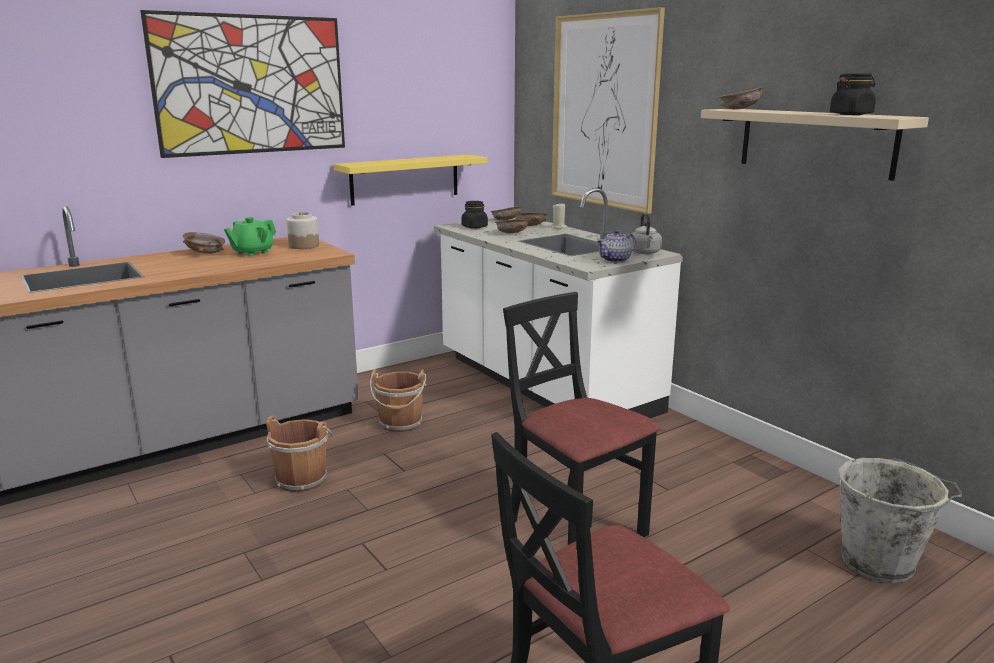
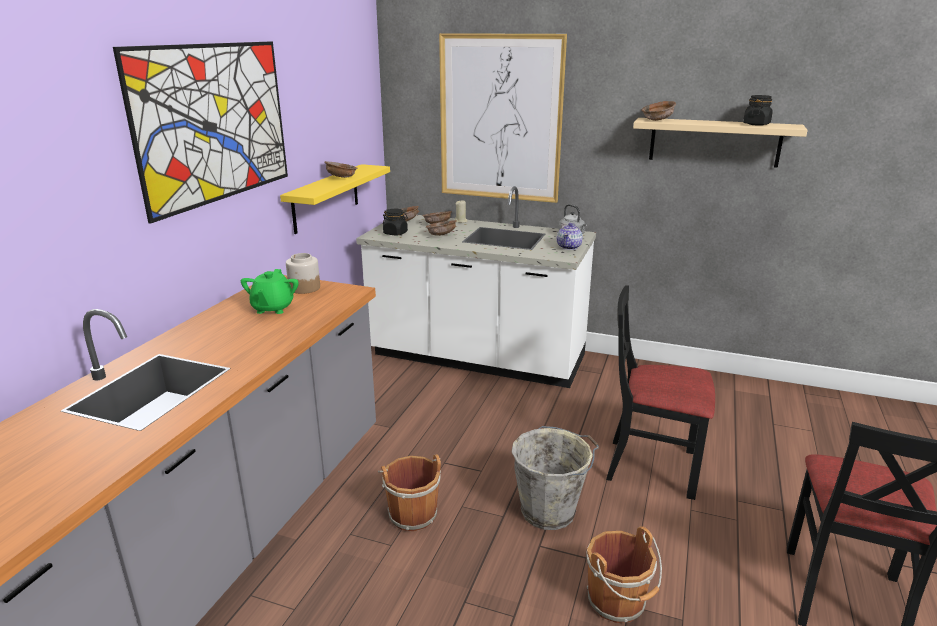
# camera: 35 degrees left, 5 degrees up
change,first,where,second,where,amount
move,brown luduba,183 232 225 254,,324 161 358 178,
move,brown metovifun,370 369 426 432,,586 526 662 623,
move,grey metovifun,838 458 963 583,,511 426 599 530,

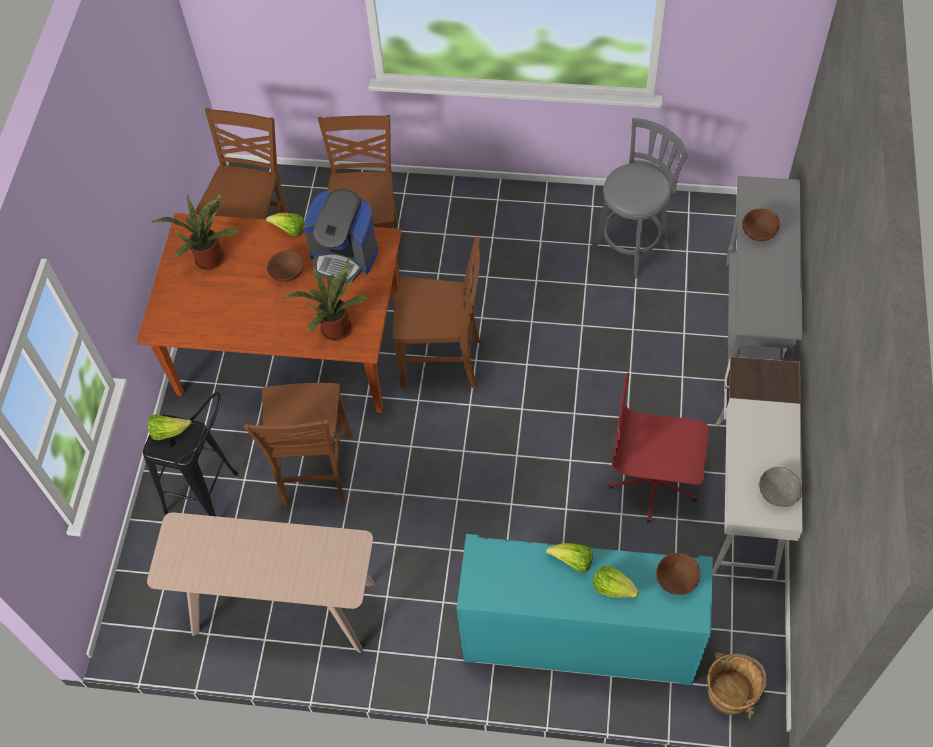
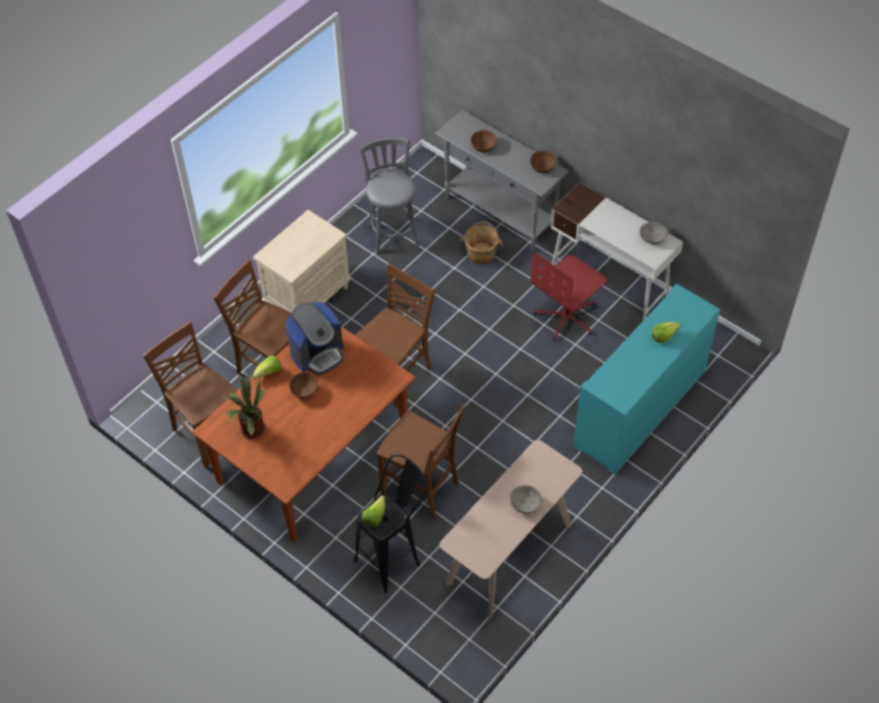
# camera: 60 degrees left, 5 degrees down
change,first,where,second,where,amount
delete,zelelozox,283 258 369 341,,,
delete,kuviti,546 543 593 573,,,
move,brown luduba,656 553 700 595,,530 150 557 173,
move,brown metovifun,707 652 767 719,,460 221 504 264,
insert,,,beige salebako,253 210 352 313,
insert,,,grey luduba,510 485 542 514,

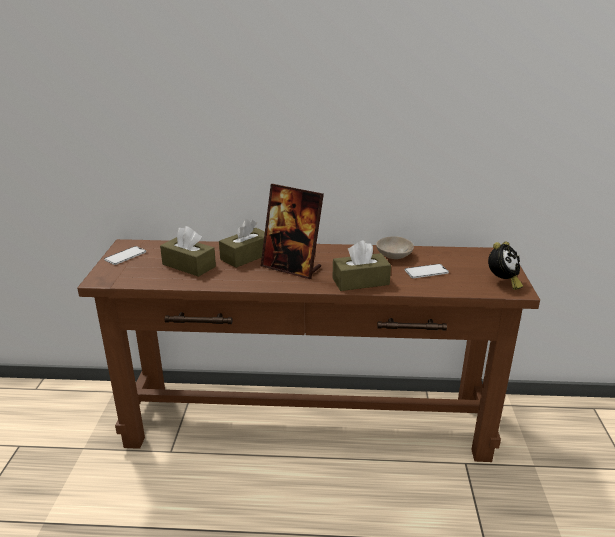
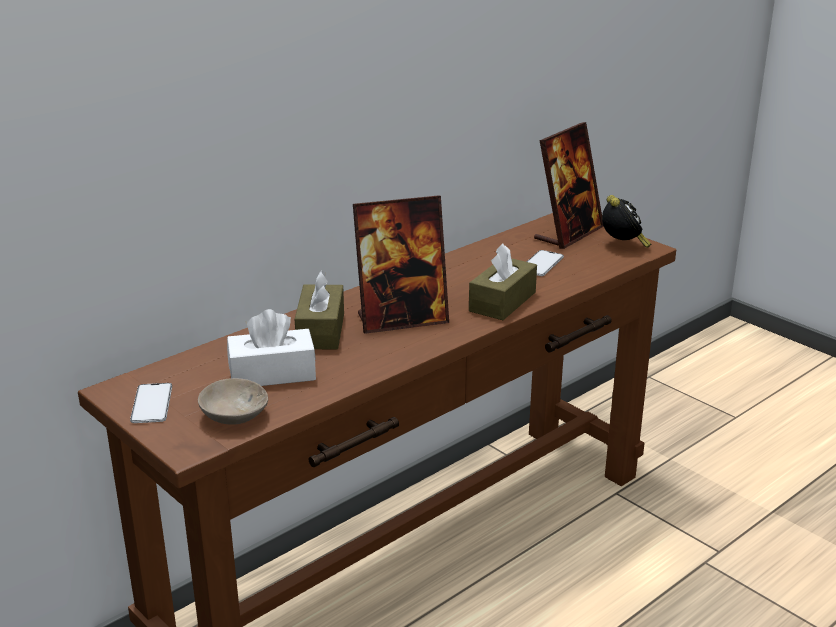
# camera: 45 degrees left, 0 degrees up
change,first,where,second,where,amount
recolor,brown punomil,160 226 216 277,white punomil,227 309 316 386,
move,beige luduba,376 236 414 259,,198 378 268 425,
insert,,,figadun,534 122 604 249,

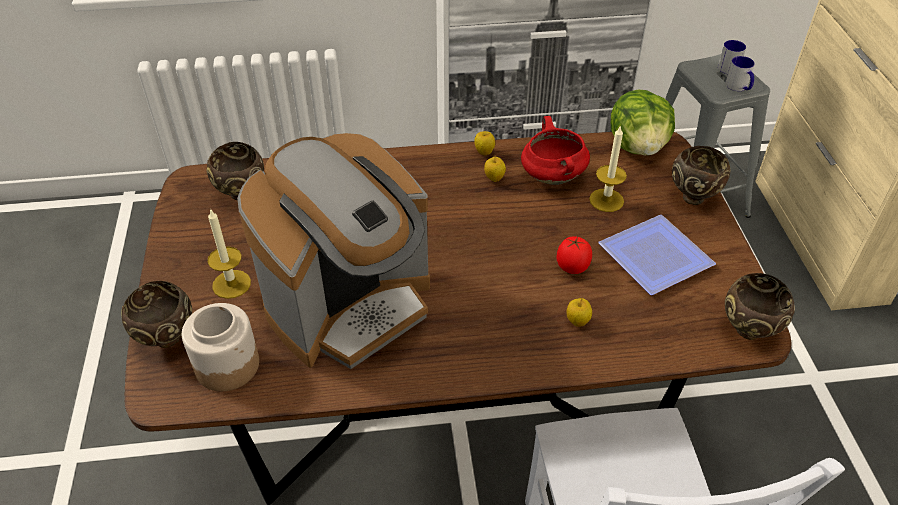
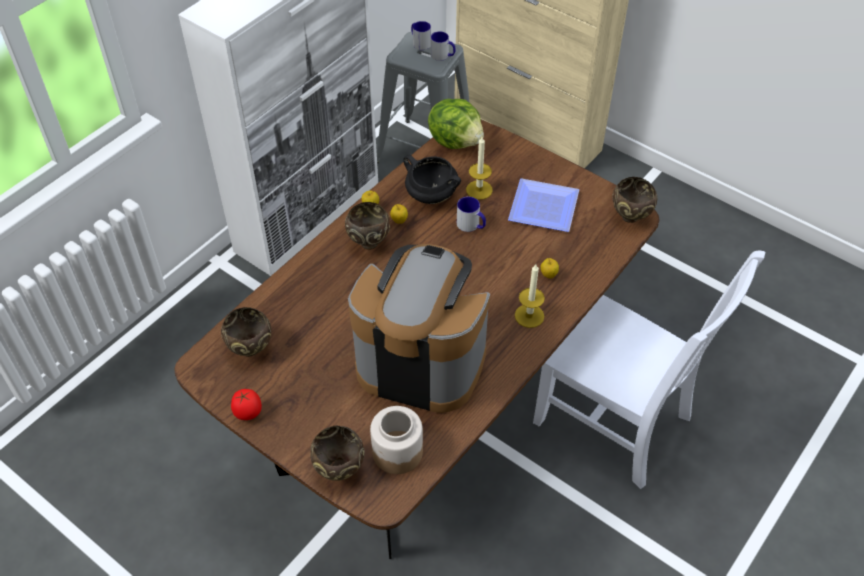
# camera: 45 degrees left, 5 degrees up
change,first,where,second,where,amount
move,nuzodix,208 208 251 299,,515 264 545 328,
rotate,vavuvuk,237 133 430 369,,348 244 490 413,75 degrees counterclockwise
recolor,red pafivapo,521 116 590 185,black pafivapo,403 155 461 204,
move,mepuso,557 236 592 274,,231 389 262 420,
move,brown luduba,672 146 730 205,,345 202 390 250,
insert,,,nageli,457 197 486 232,

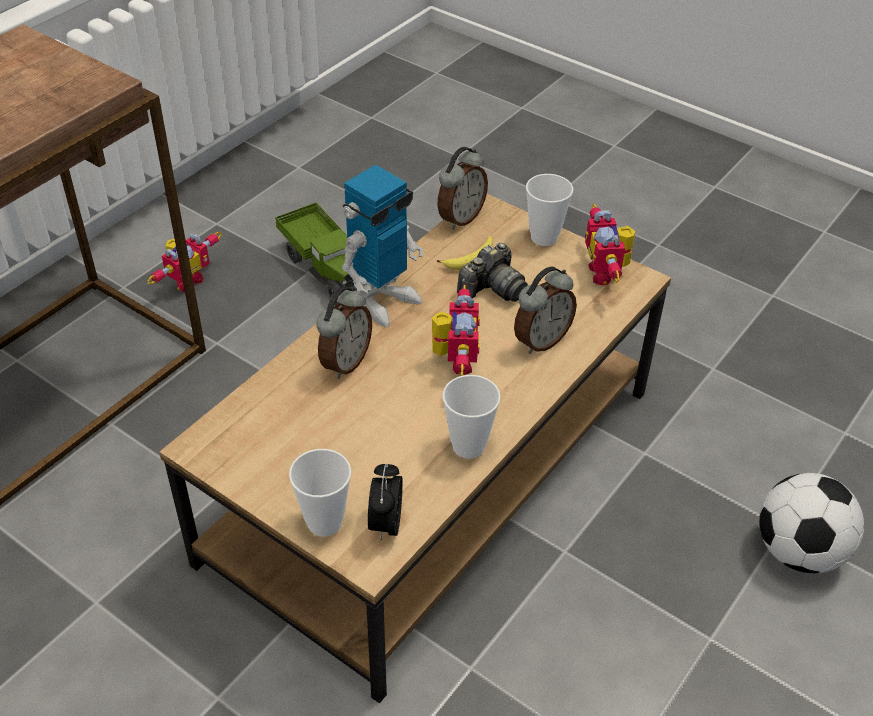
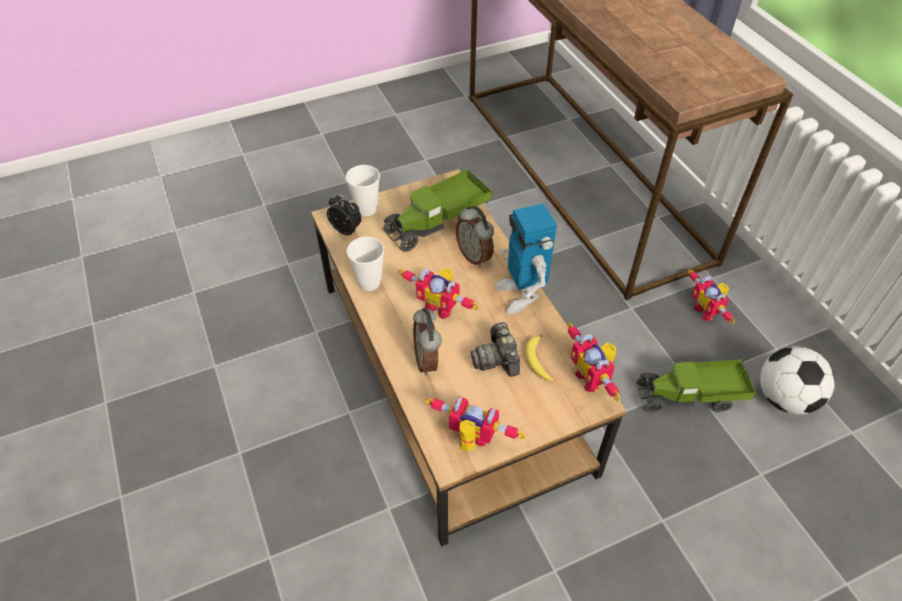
# camera: 120 degrees right, 5 degrees up
change,first,where,second,where,amount
replace,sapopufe,438 147 488 230,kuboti,567 322 620 402,
delete,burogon,526 174 573 246,,,
move,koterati,759 473 864 573,,760 346 835 414,
insert,,,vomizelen,382 169 492 252,

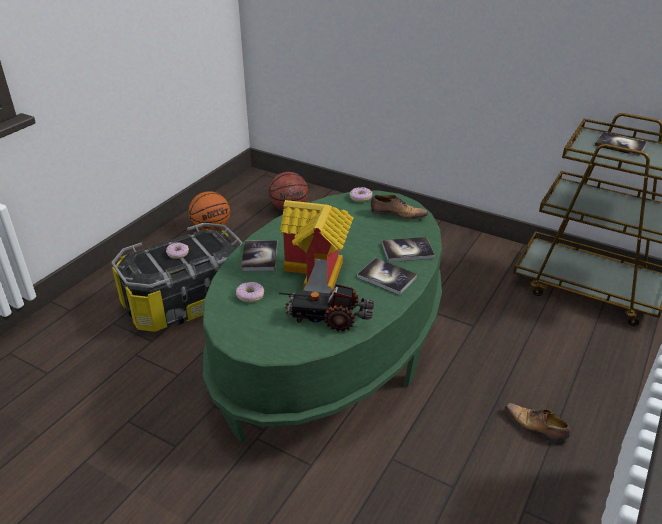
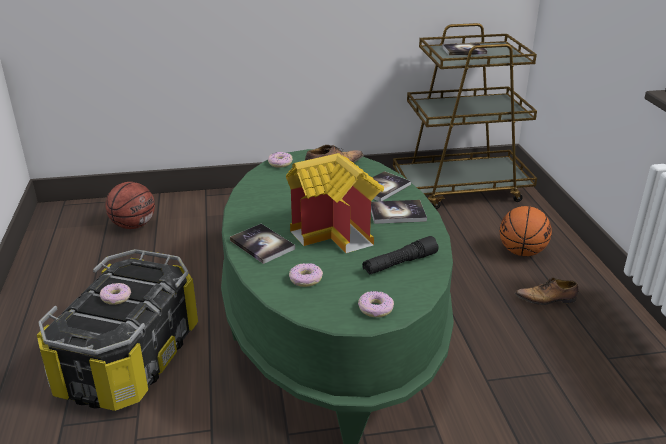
# camera: 40 degrees left, 5 degrees down
change,first,where,second,where,amount
move,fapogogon,189 191 230 231,,500 206 552 256,
replace,vomizelen,279 284 374 331,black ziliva,362 236 438 275,
insert,,,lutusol,358 291 394 317,

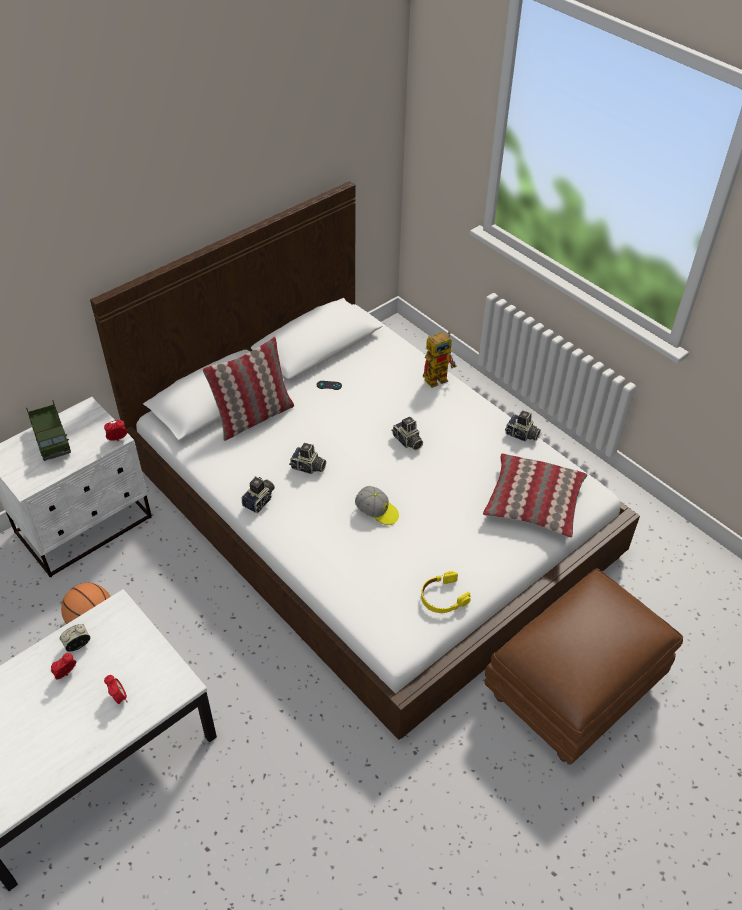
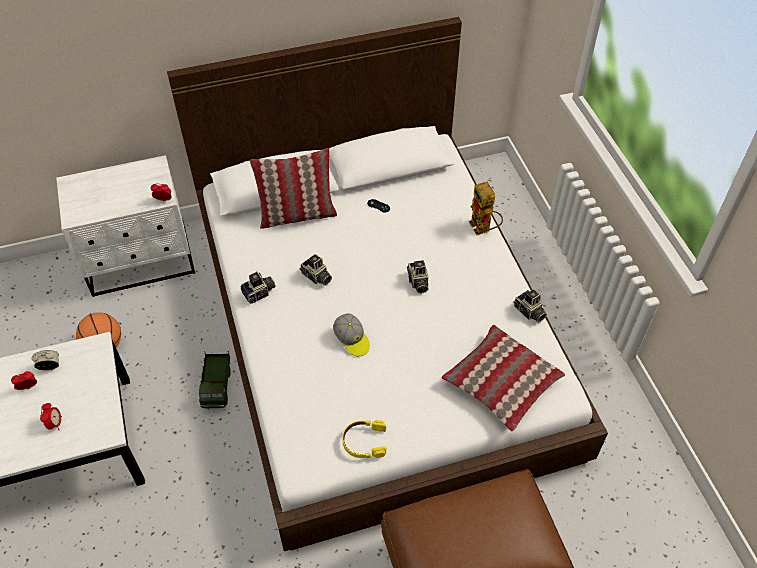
# camera: 25 degrees right, 5 degrees up
change,first,where,second,where,amount
move,vomizelen,26 400 71 461,,199 351 230 408,
rotate,kuboti,423 332 457 388,,469 182 503 235,75 degrees clockwise

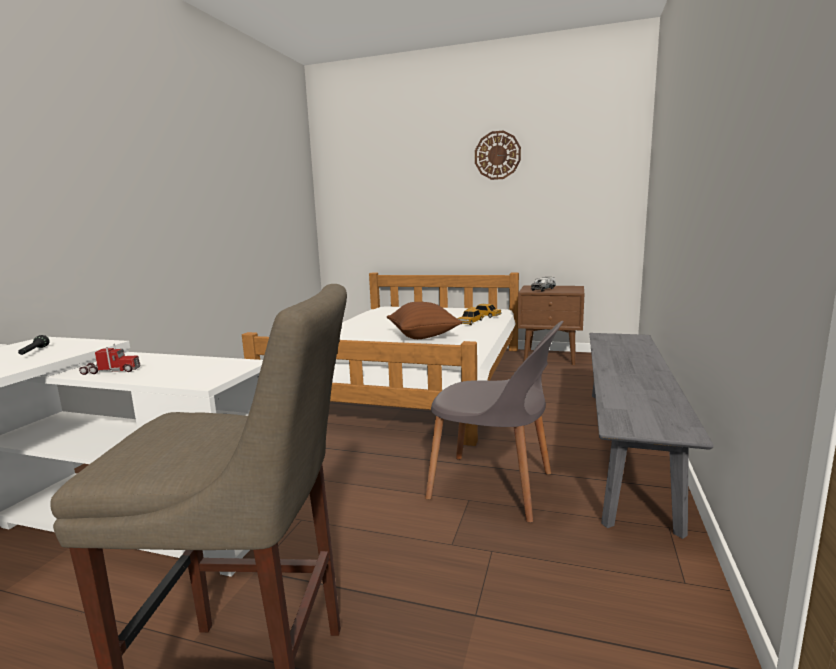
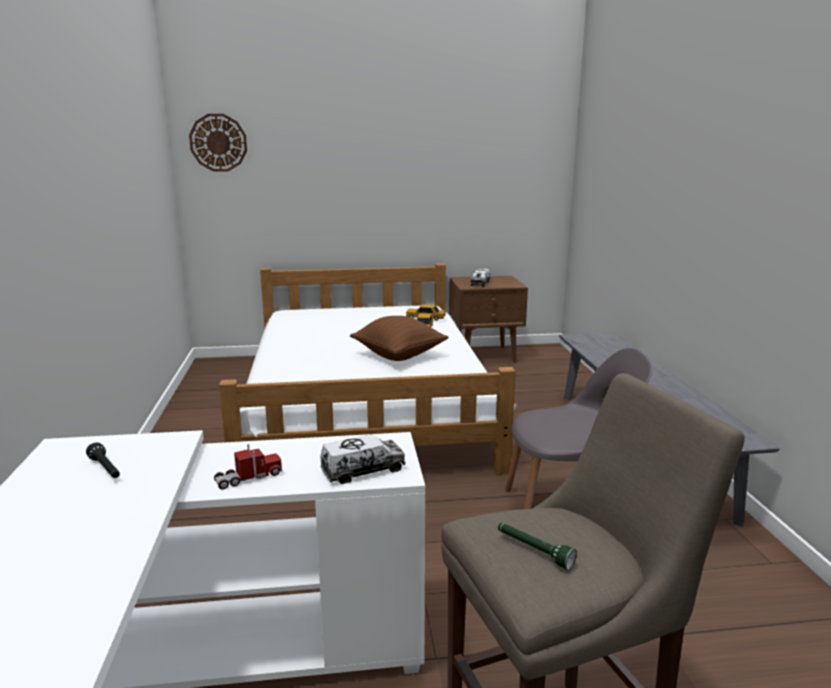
# camera: 25 degrees left, 5 degrees up
change,first,where,second,where,amount
move,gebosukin,475 130 521 180,,189 114 247 172,
insert,,,vomizelen,320 434 406 484,
insert,,,green ziliva,498 523 577 570,

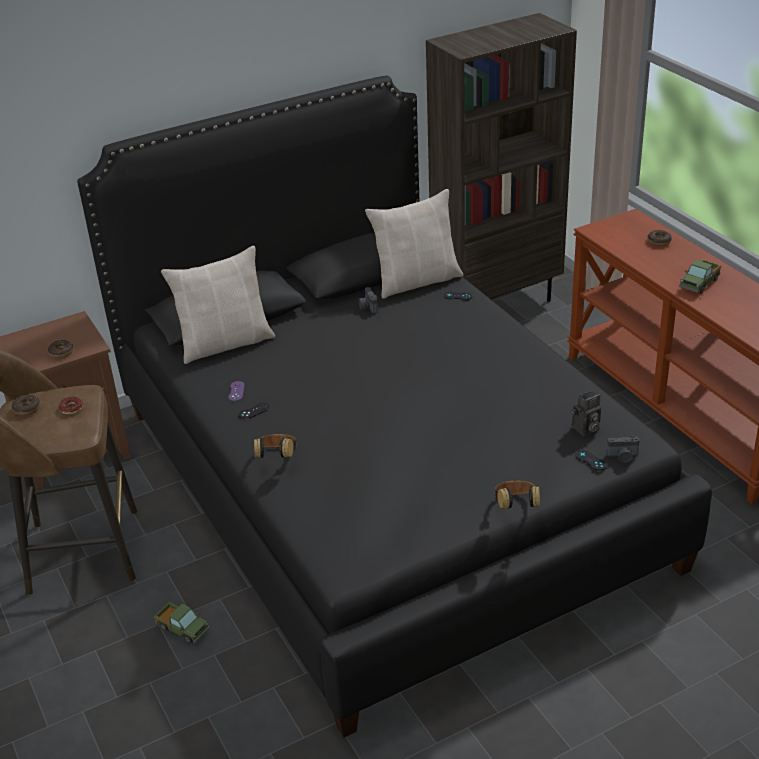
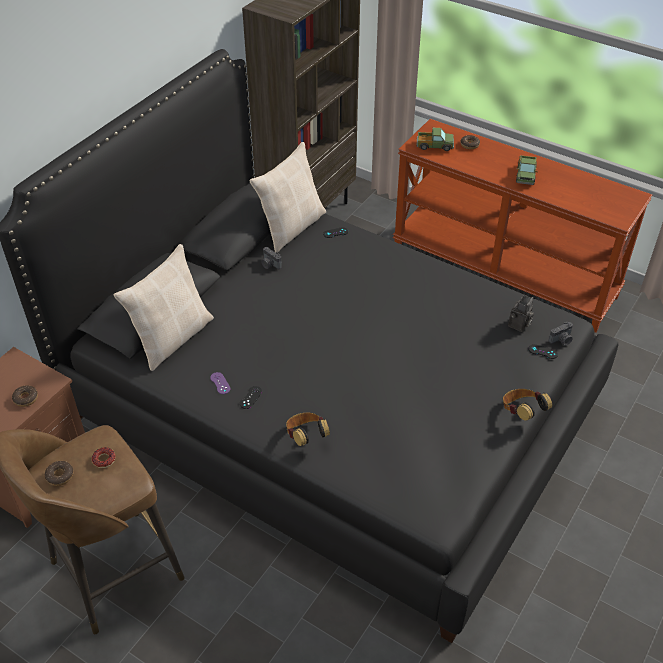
# camera: 30 degrees left, 10 degrees up
change,first,where,second,where,amount
move,vomizelen,155 602 209 643,,417 128 454 151,

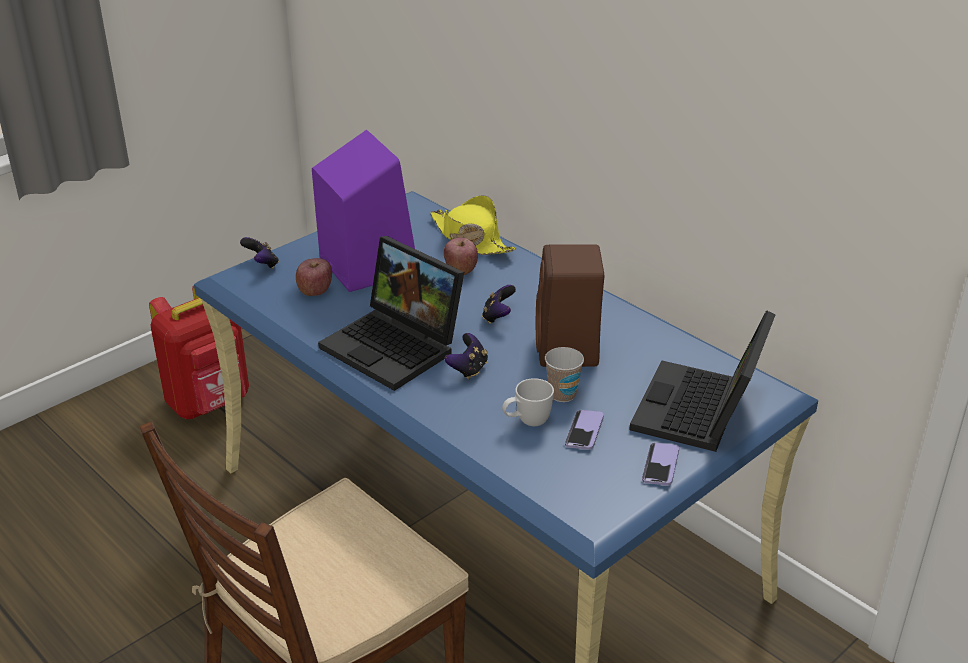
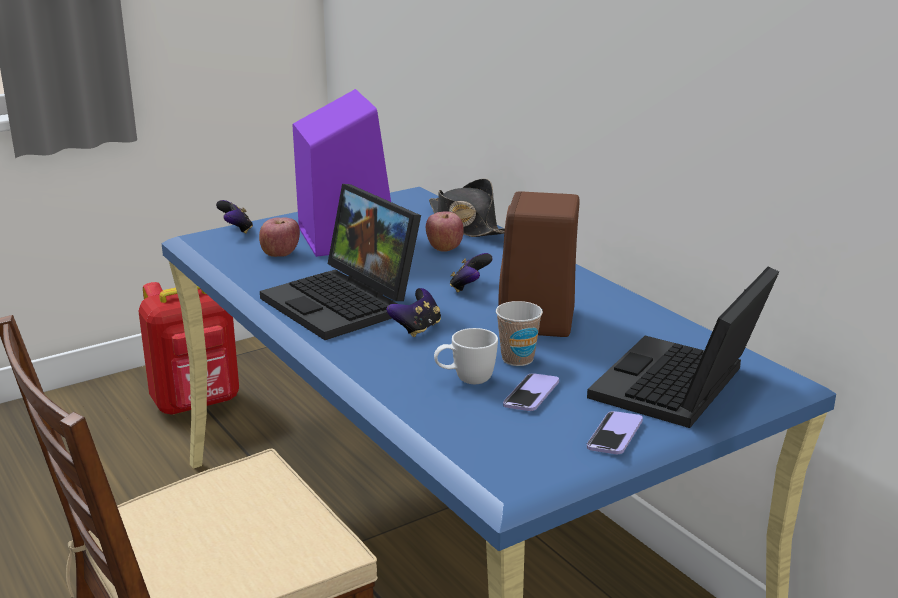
# camera: 10 degrees right, 10 degrees down
change,first,where,second,where,amount
recolor,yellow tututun,430 195 516 255,black tututun,429 179 505 237,

